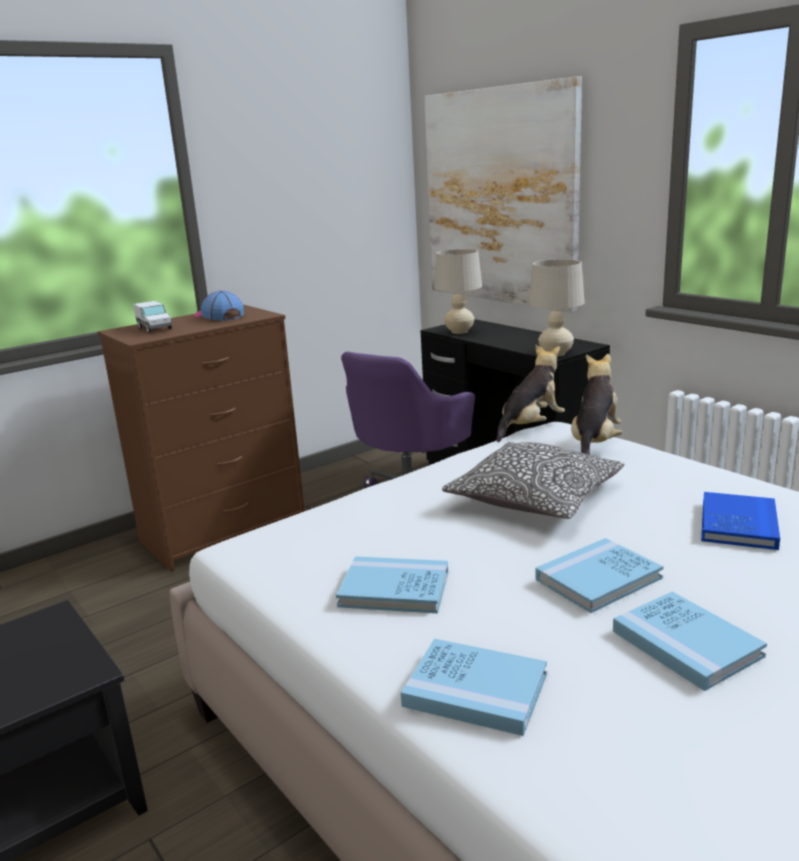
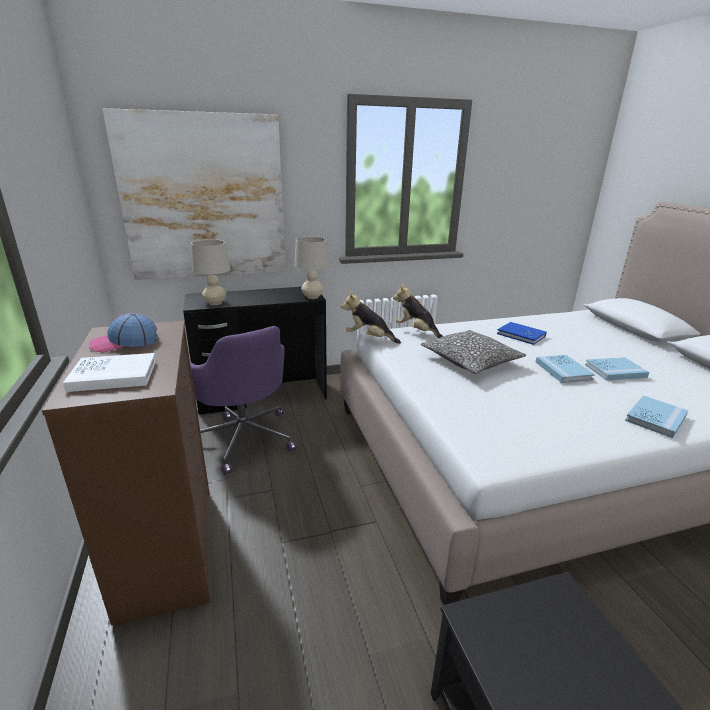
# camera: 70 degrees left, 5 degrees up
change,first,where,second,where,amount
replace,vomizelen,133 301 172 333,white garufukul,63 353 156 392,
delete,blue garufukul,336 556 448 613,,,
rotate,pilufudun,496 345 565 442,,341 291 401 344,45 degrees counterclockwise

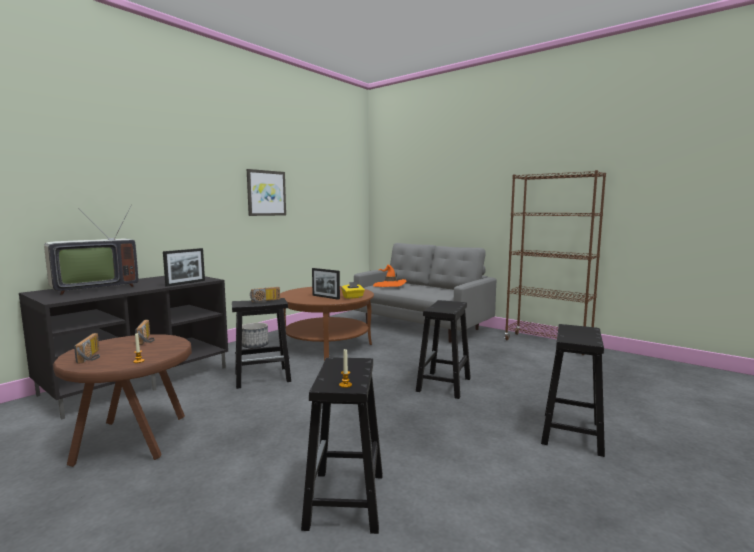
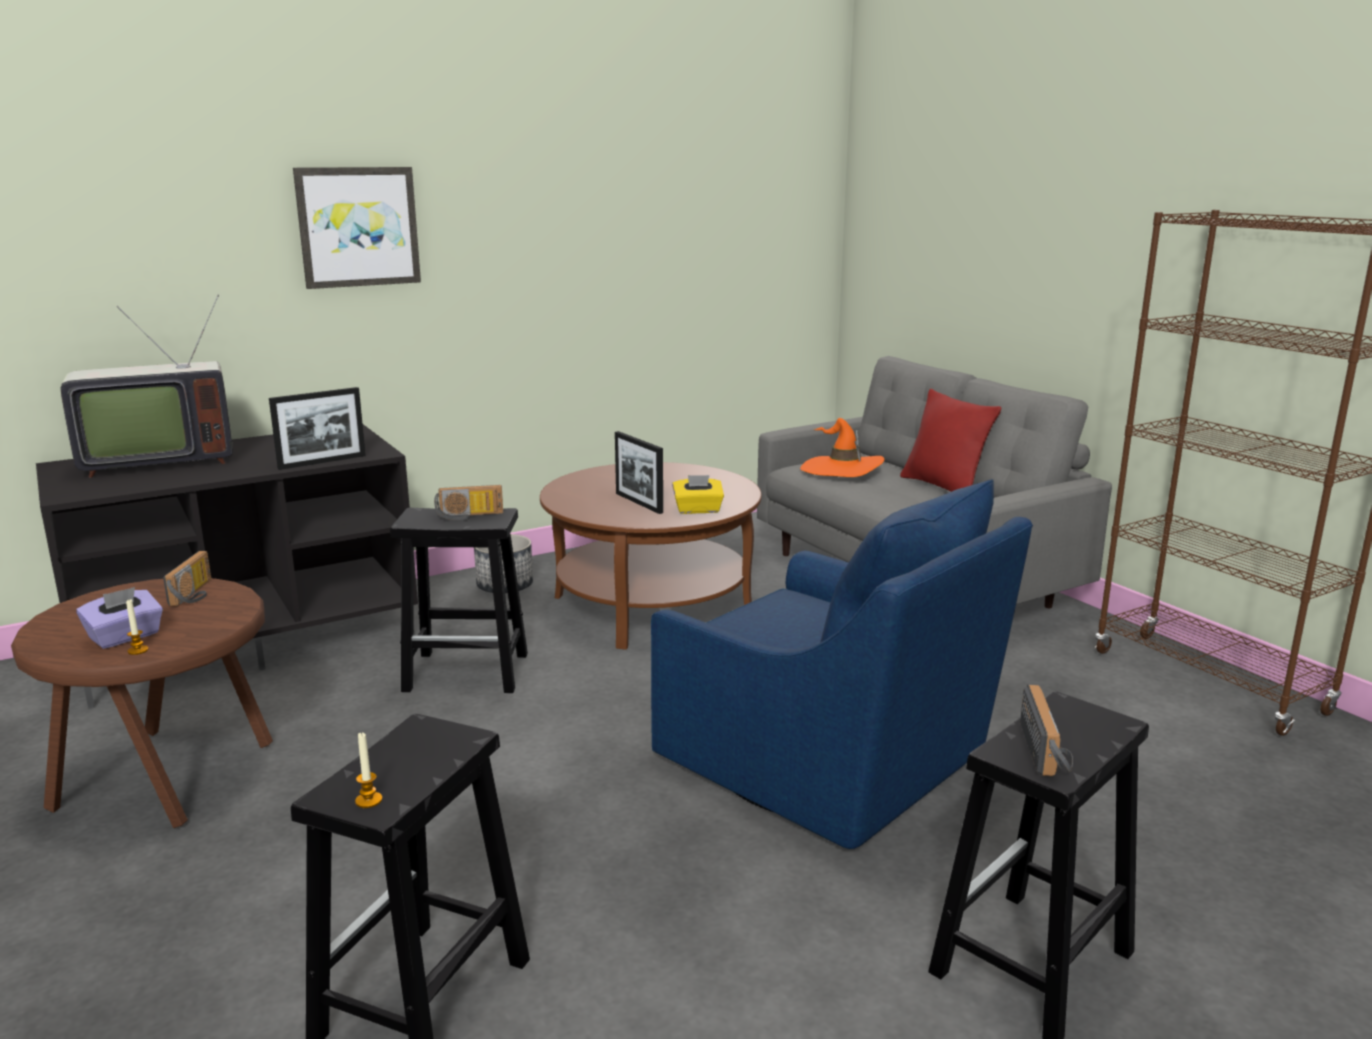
# camera: 20 degrees right, 10 degrees up
change,first,where,second,where,amount
move,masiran,74 333 100 364,,1020 685 1073 776,
move,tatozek,247 169 286 216,,293 167 421 289,
replace,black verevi,416 300 471 399,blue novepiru,651 479 1033 849,
insert,,,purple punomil,76 587 163 649,
insert,,,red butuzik,900 389 1002 492,

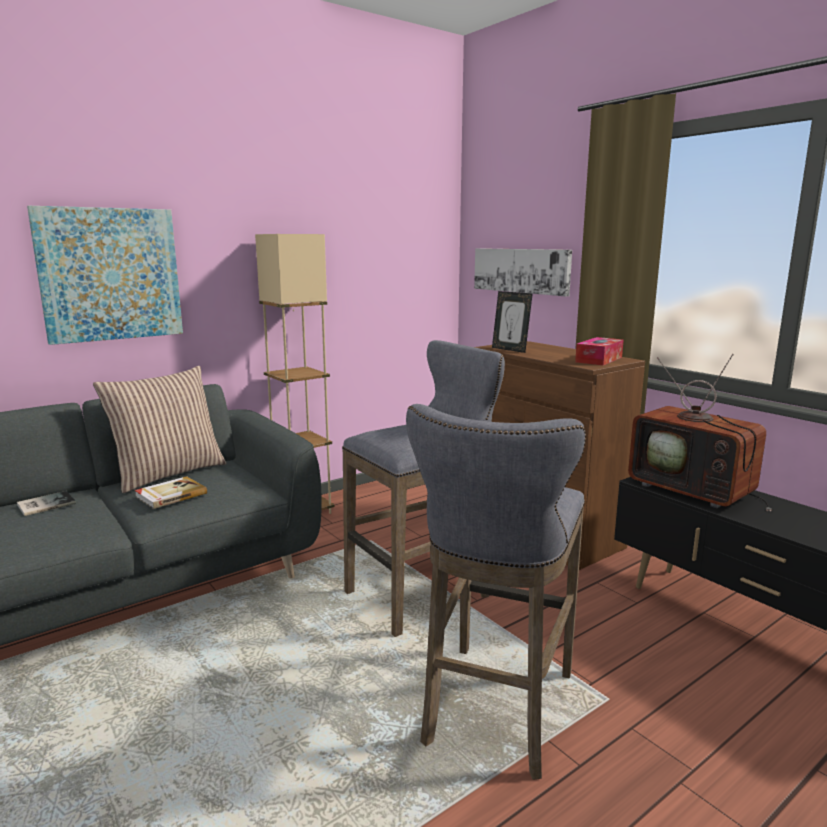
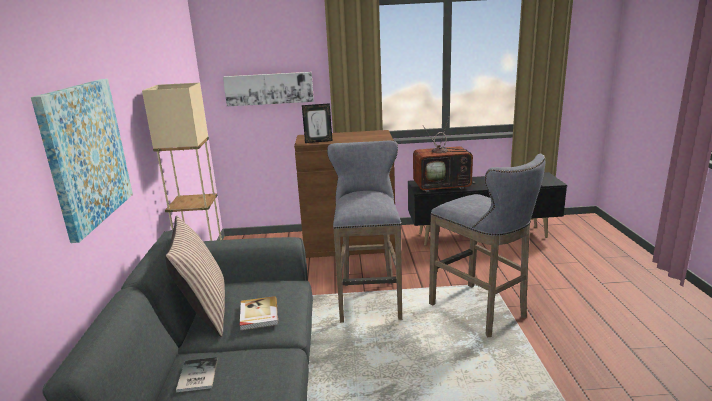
# camera: 55 degrees left, 5 degrees up
change,first,where,second,where,amount
delete,punomil,575 337 624 365,,,

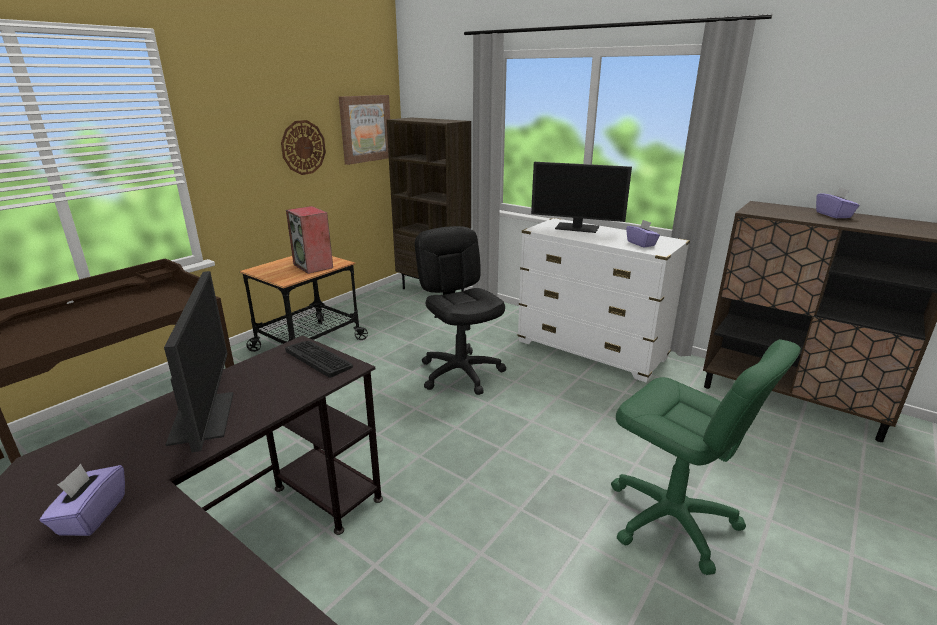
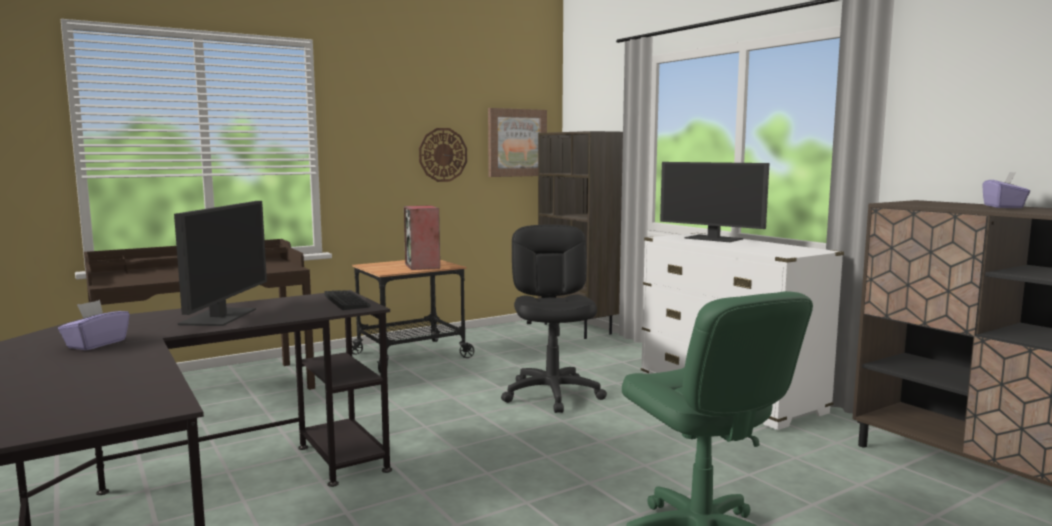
# camera: 20 degrees right, 15 degrees down
change,first,where,second,where,amount
delete,purple punomil,626 220 660 248,,,

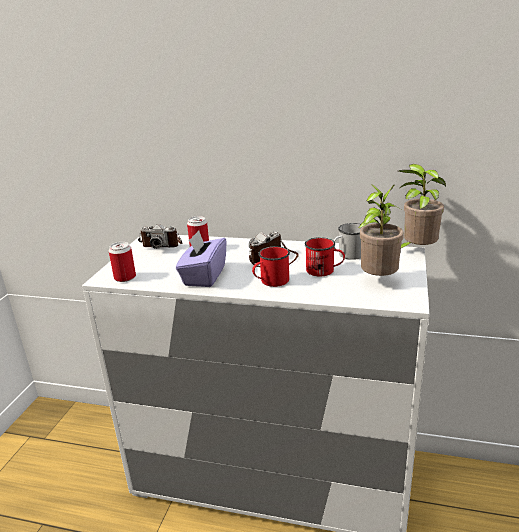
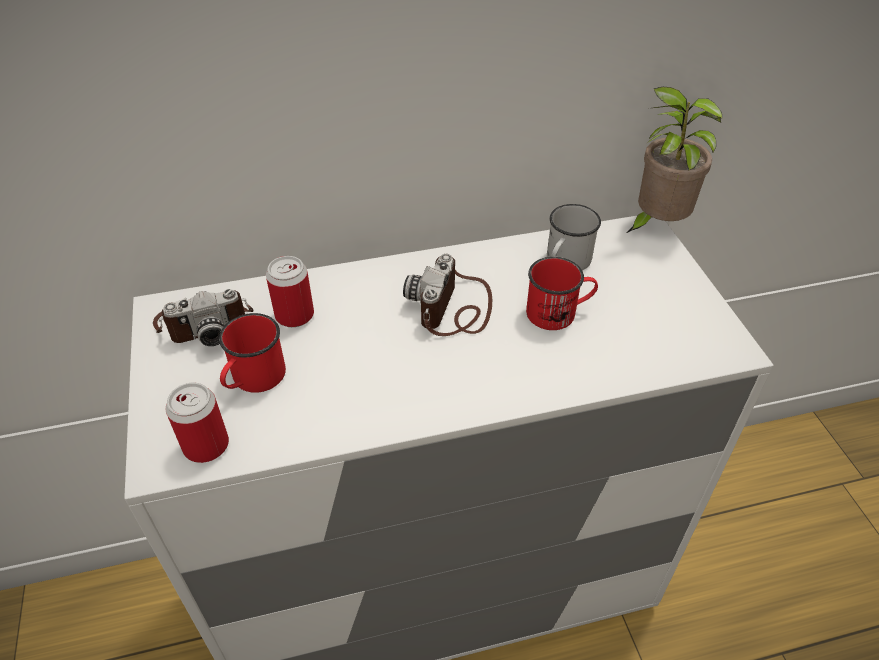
# camera: 30 degrees left, 20 degrees up
change,first,where,second,where,amount
delete,purple punomil,176 230 227 287,,,
move,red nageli,252 246 290 287,,219 313 286 393,
delete,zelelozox,358 184 404 276,,,

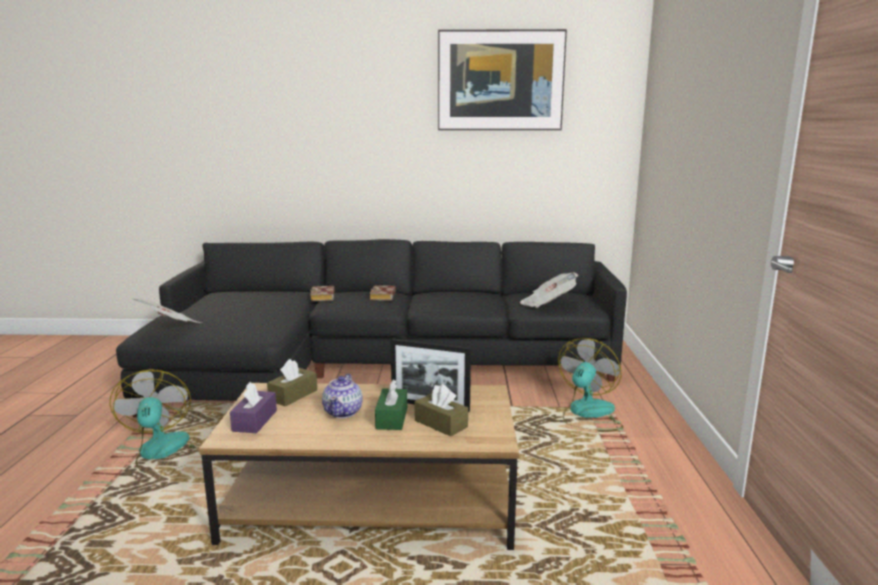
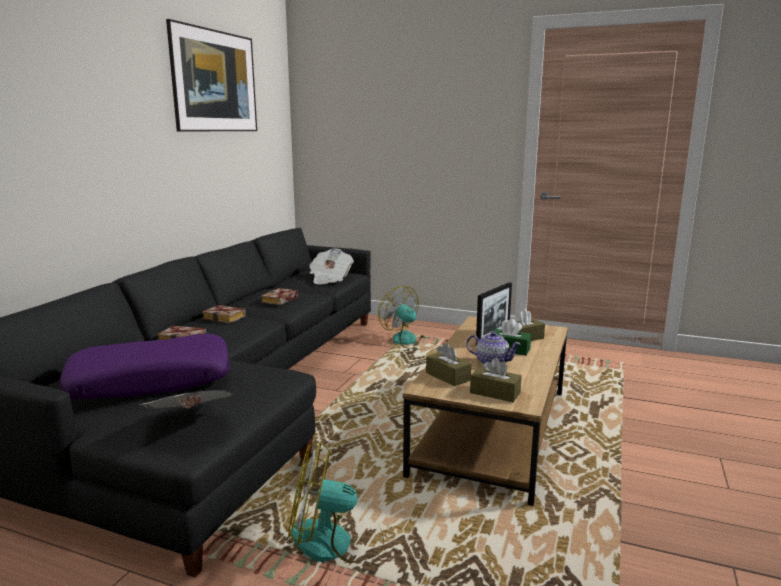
# camera: 70 degrees left, 0 degrees up
change,first,where,second,where,amount
recolor,purple punomil,230 382 277 433,brown punomil,470 358 522 402,
insert,,,purple butuzik,59 333 230 399,
insert,,,garufukul,261 288 298 305,

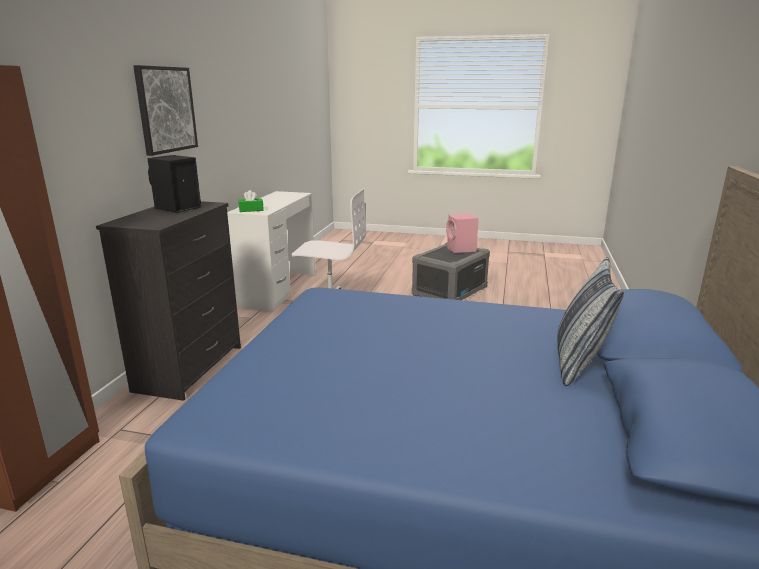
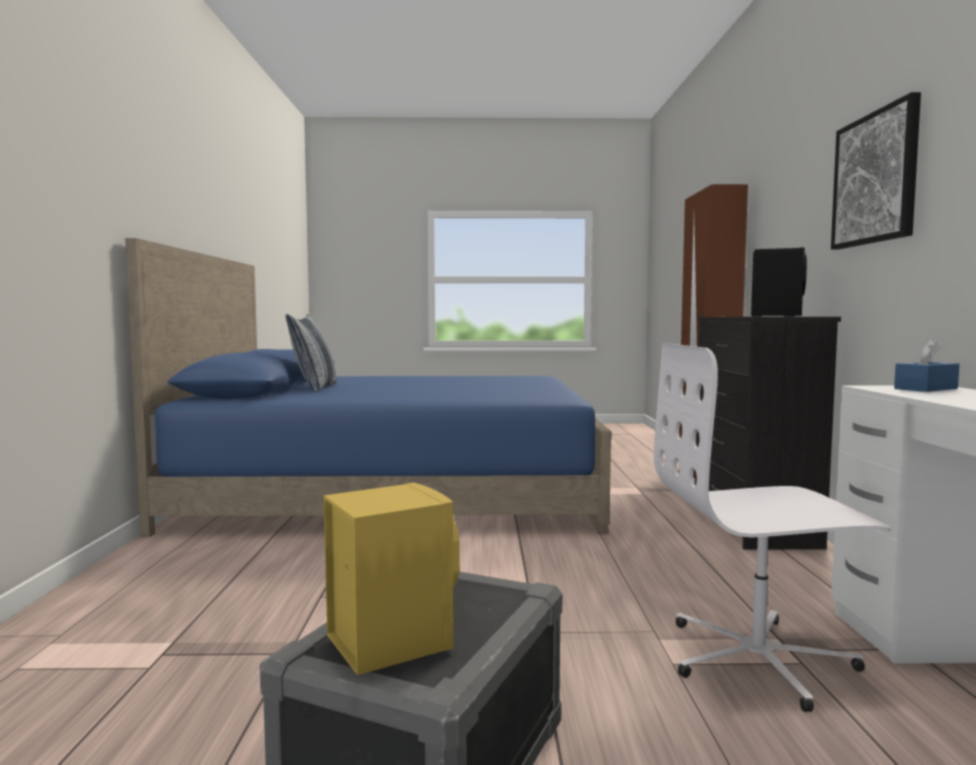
# camera: 165 degrees right, 15 degrees down
change,first,where,second,where,amount
recolor,green punomil,239 190 264 212,blue punomil,894 339 960 392,
recolor,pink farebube,446 214 479 253,yellow farebube,324 483 460 675,

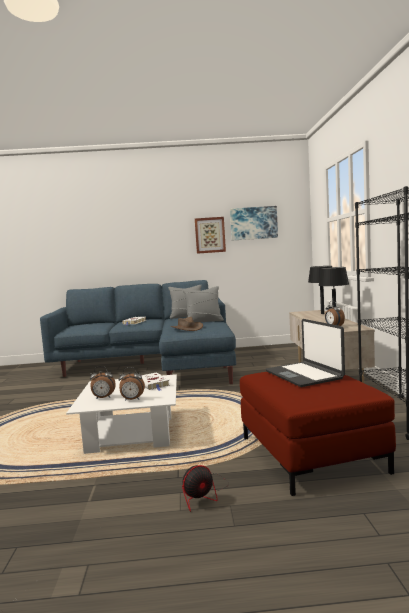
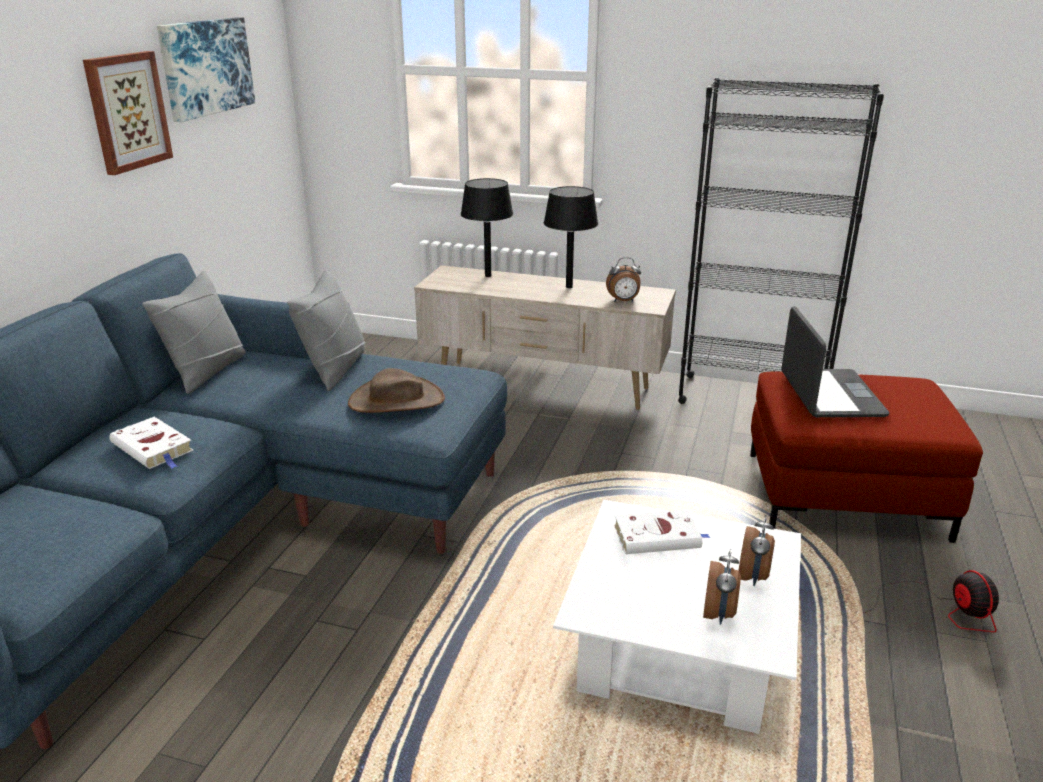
# camera: 70 degrees left, 20 degrees up
change,first,where,second,where,amount
rotate,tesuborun,266 319 345 387,,781 306 889 417,90 degrees counterclockwise

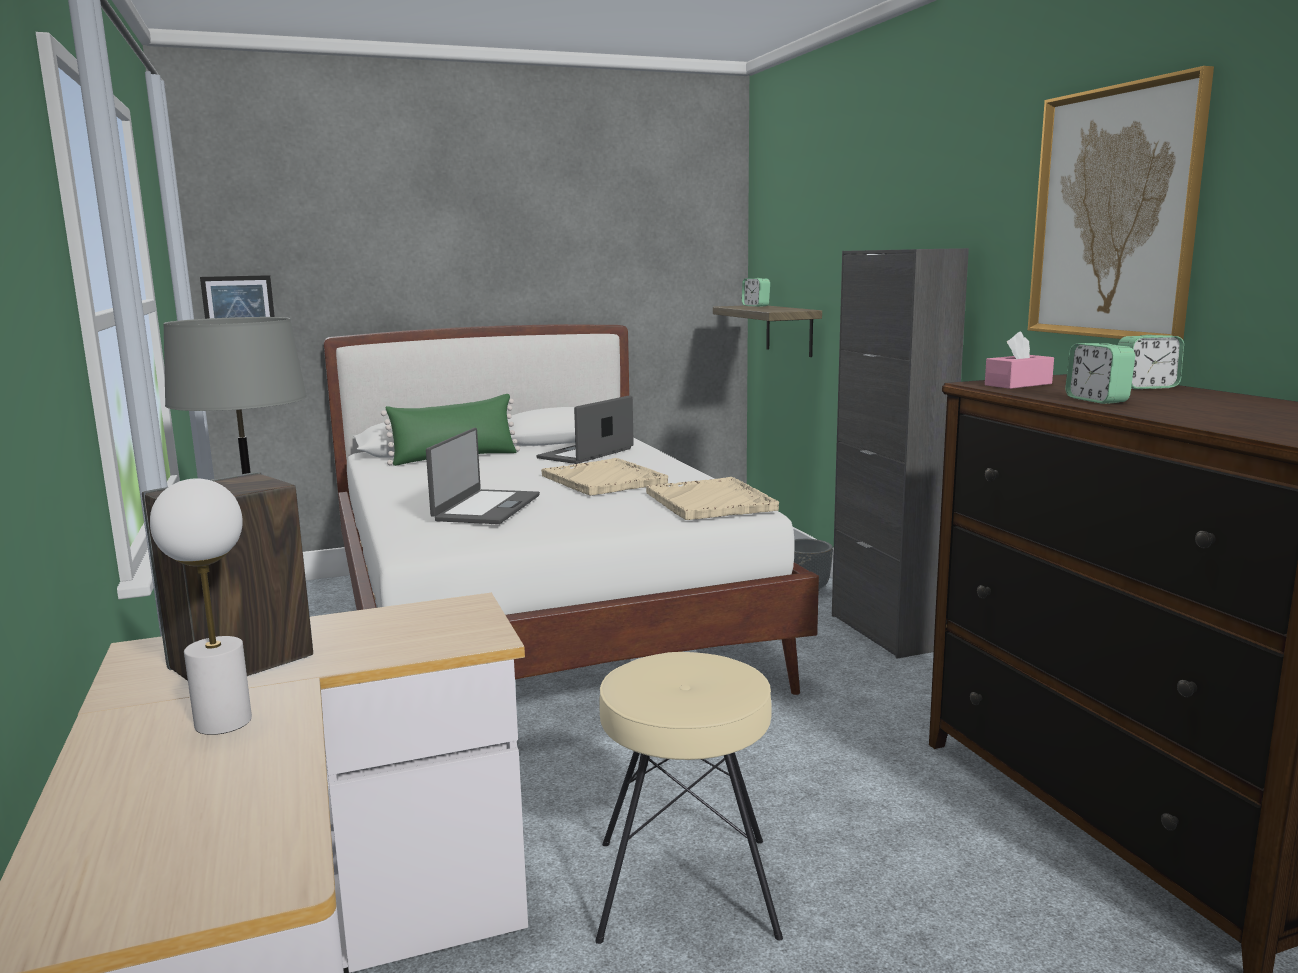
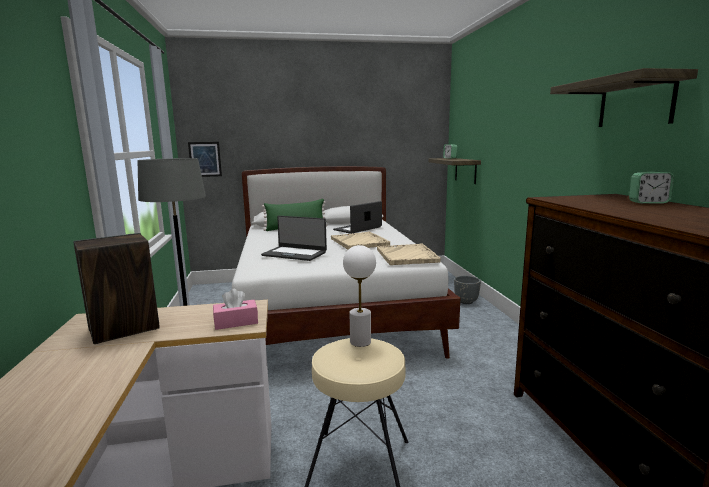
# camera: 10 degrees right, 0 degrees up
change,first,where,second,where,amount
move,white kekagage,150 478 252 735,,343 245 376 347,
rotate,tesuborun,426 428 540 524,,261 216 327 261,90 degrees clockwise
delete,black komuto,832 248 969 659,,,
move,pink punomil,985 332 1054 389,,213 289 258 330,
replace,tatozek,1028 66 1214 339,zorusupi,550 68 698 127,
delete,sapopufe,1065 343 1135 404,,,

